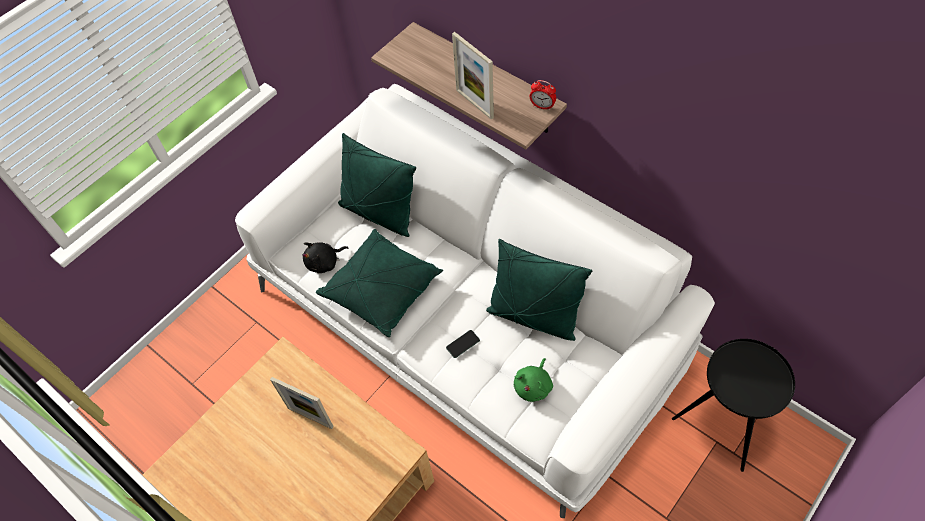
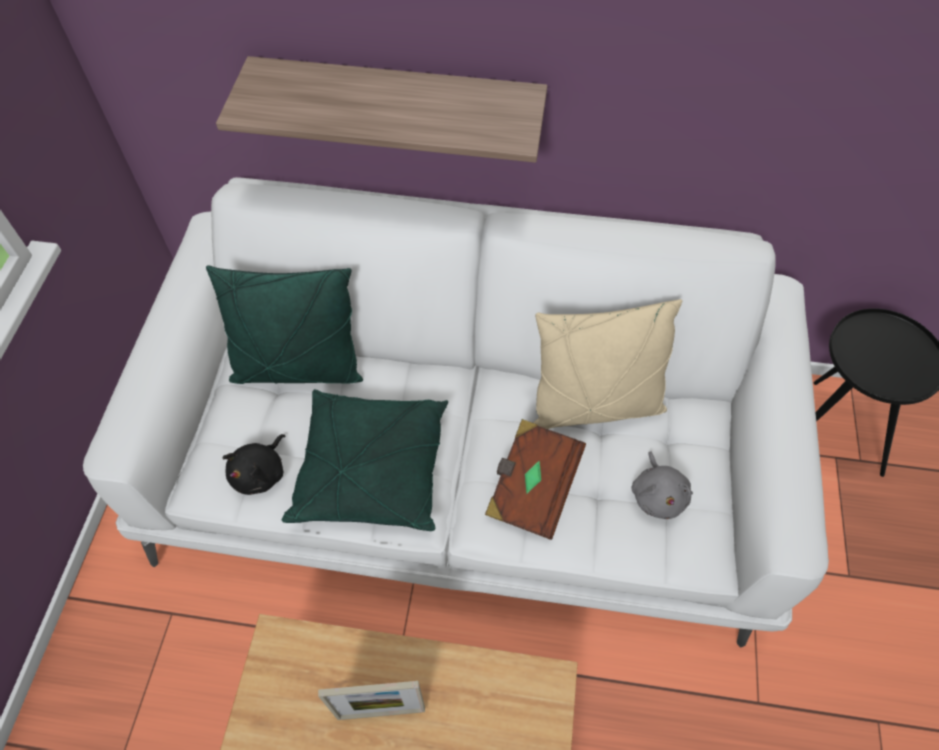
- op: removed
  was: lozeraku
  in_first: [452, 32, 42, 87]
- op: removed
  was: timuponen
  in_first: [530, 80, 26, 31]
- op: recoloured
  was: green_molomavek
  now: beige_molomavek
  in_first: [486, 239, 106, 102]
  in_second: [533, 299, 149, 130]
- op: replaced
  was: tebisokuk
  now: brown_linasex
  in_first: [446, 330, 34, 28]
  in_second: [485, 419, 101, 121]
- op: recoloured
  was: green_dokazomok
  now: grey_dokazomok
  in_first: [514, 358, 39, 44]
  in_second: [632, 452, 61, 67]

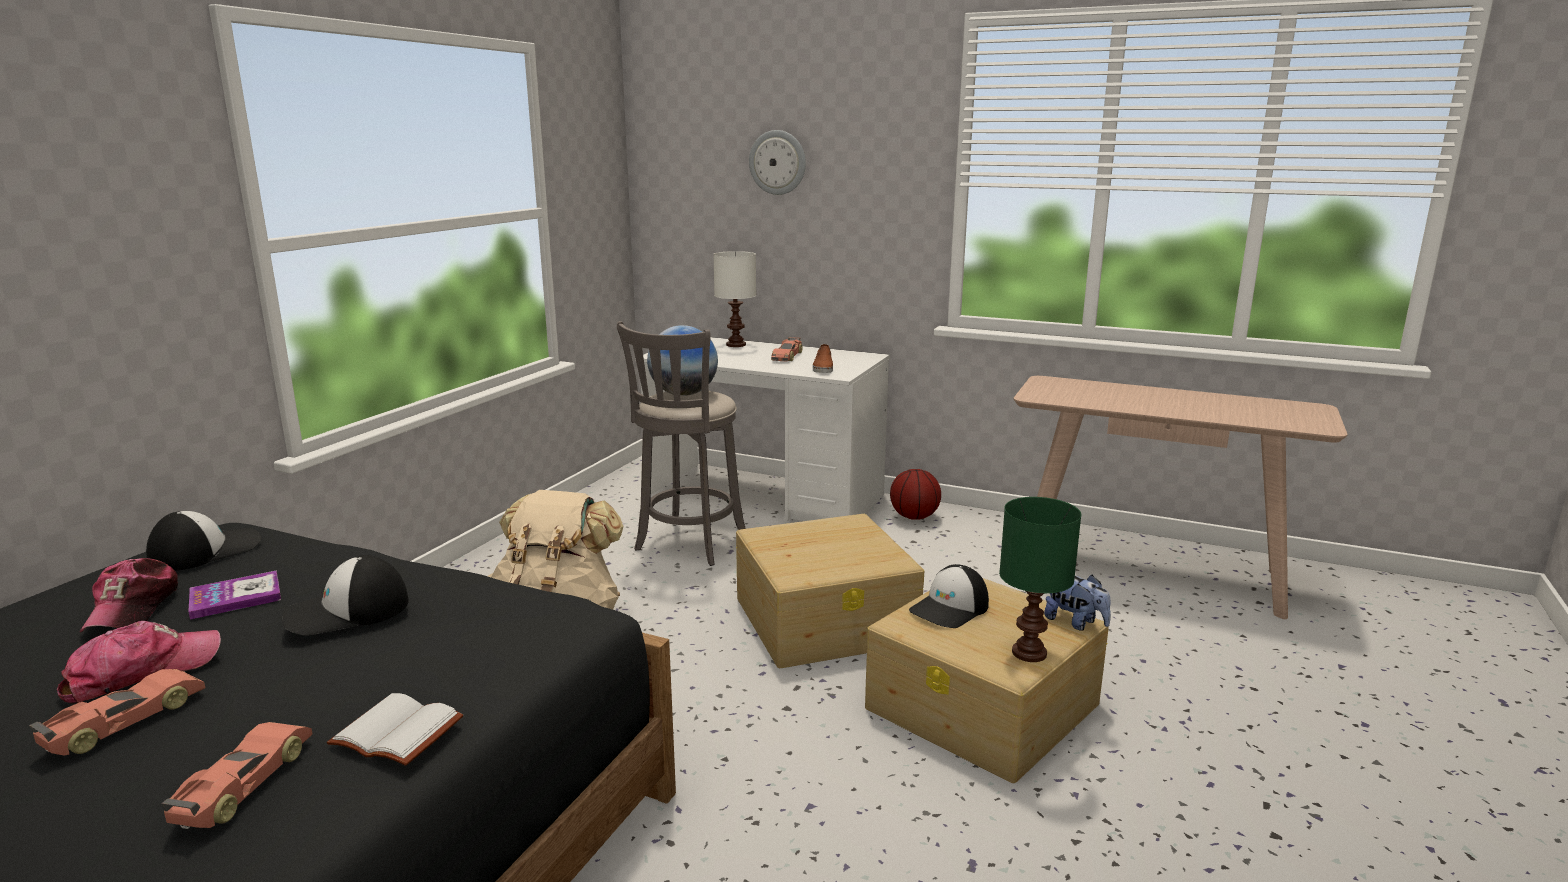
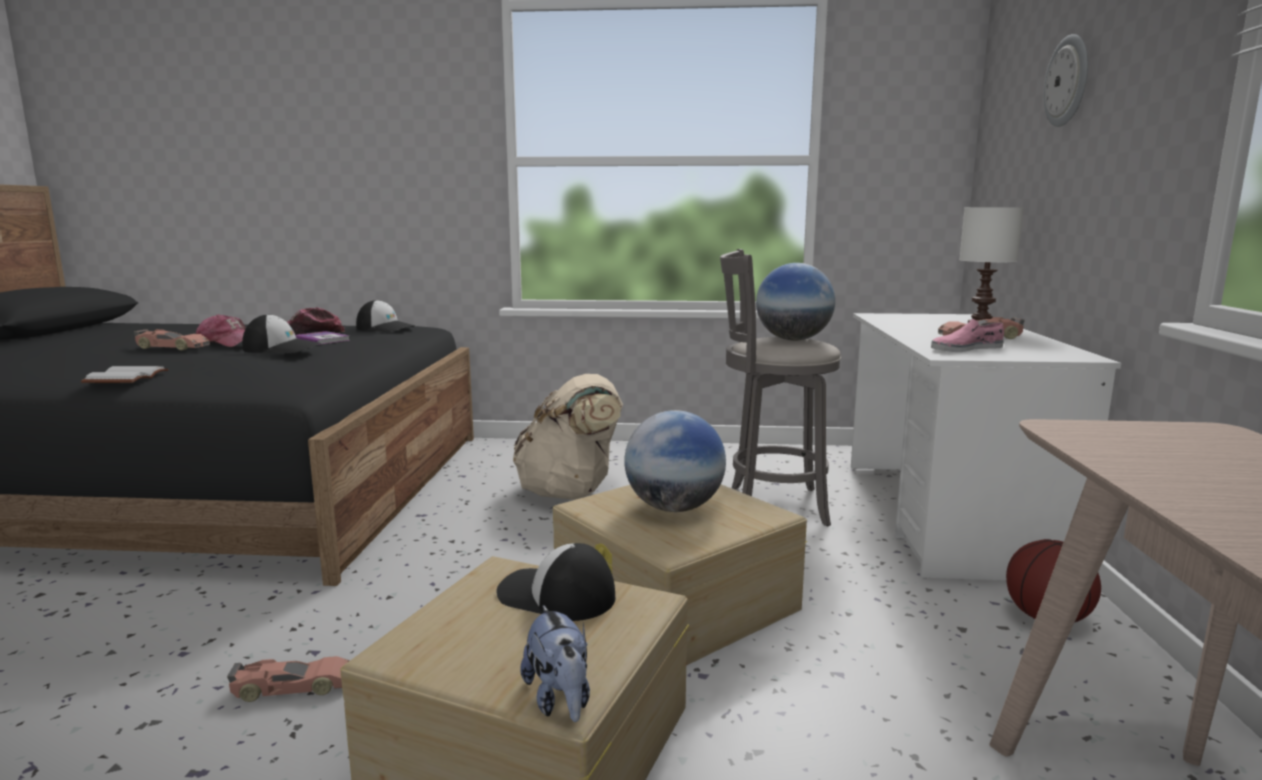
- op: recoloured
  was: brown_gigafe
  now: pink_gigafe
  in_first: [813, 344, 20, 29]
  in_second: [931, 319, 73, 33]
- op: removed
  was: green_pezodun
  in_first: [999, 497, 82, 165]
- op: turned
  was: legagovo
  in_first: [282, 555, 127, 81]
  in_second: [242, 314, 79, 39]
  clockwise: 135
- op: turned
  was: dokazomok
  in_first: [1044, 575, 67, 56]
  in_second: [520, 605, 70, 117]
  clockwise: -45
- op: moved
  was: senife
  in_first: [161, 722, 152, 107]
  in_second: [227, 656, 122, 46]
- op: added
  now: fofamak
  in_second: [624, 410, 102, 102]

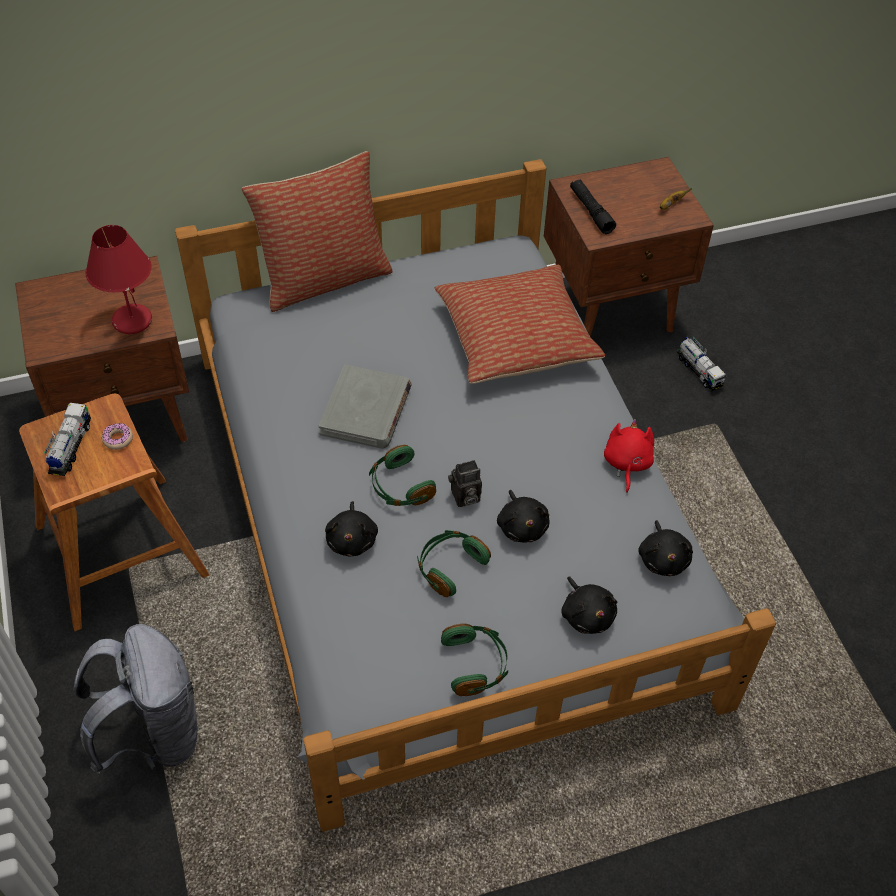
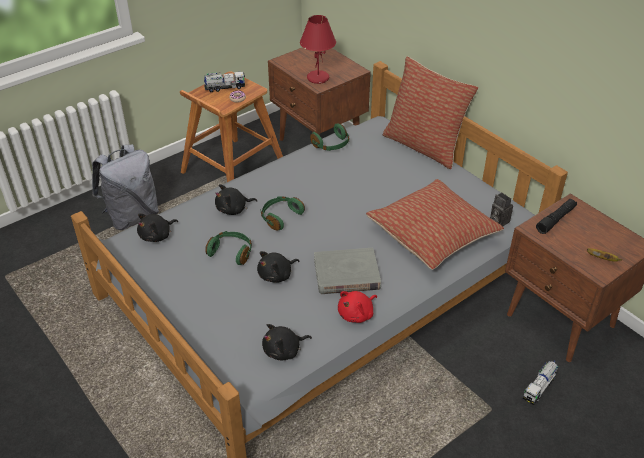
- op: moved
  was: grey_linasex
  in_first: [319, 365, 92, 84]
  in_second: [314, 248, 67, 46]
- op: turned
  was: red_dokazomok
  in_first: [604, 419, 50, 74]
  in_second: [338, 291, 39, 32]
  clockwise: 150
- op: moved
  was: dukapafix
  in_first: [448, 460, 34, 47]
  in_second: [490, 192, 23, 34]
- op: moved
  was: black_dokazomok
  in_first: [562, 576, 56, 58]
  in_second: [137, 213, 41, 29]
- op: moved
  was: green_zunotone
  in_first: [441, 624, 67, 72]
  in_second: [310, 124, 39, 27]

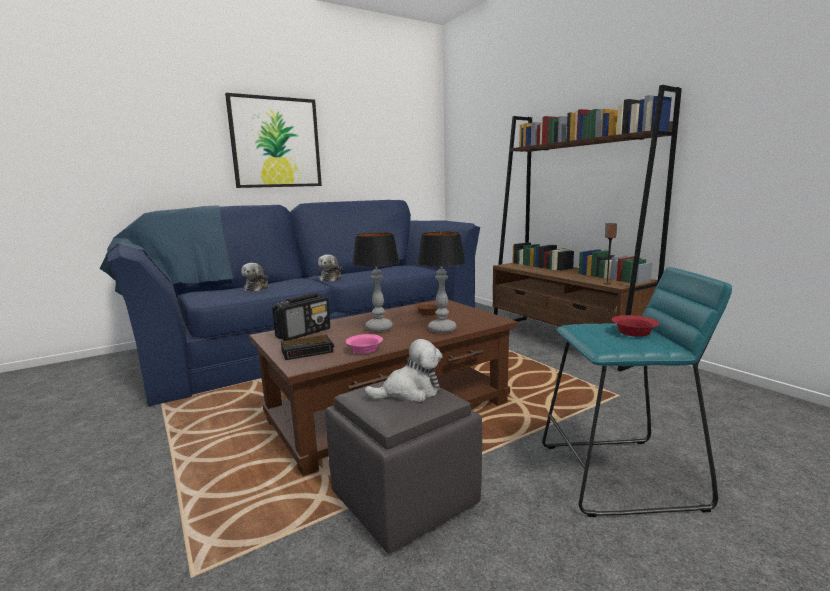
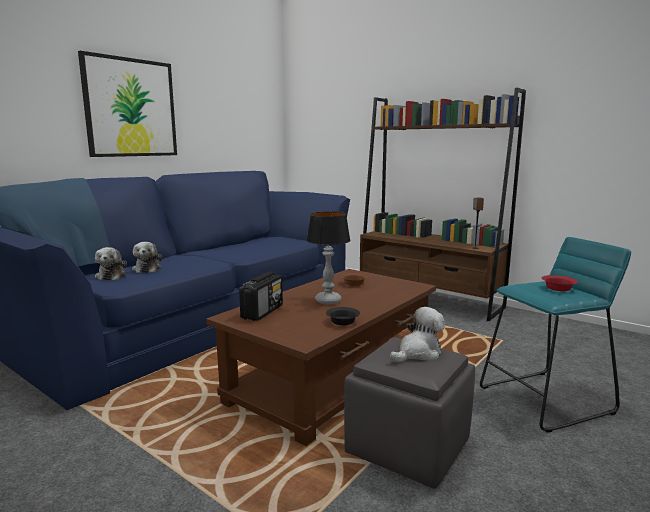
- op: removed
  was: pezodun
  in_first: [417, 232, 48, 101]
- op: moved
  was: dokazomok
  in_first: [318, 255, 24, 27]
  in_second: [95, 247, 32, 33]
- op: recoloured
  was: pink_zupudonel
  now: black_zupudonel
  in_first: [346, 334, 37, 20]
  in_second: [326, 307, 34, 18]
- op: removed
  was: timuponen
  in_first: [281, 335, 53, 25]

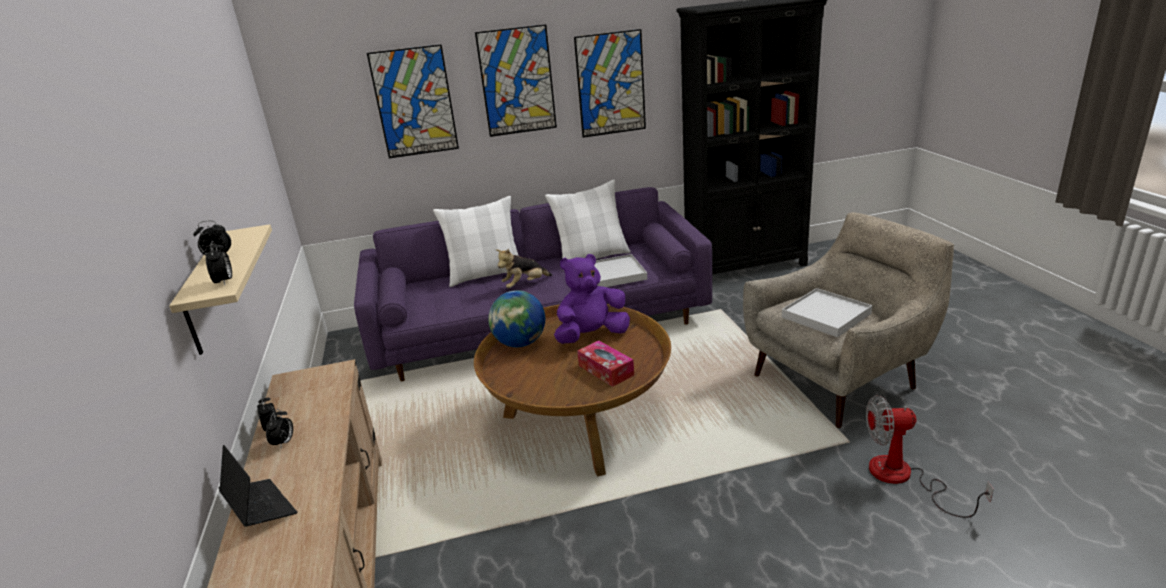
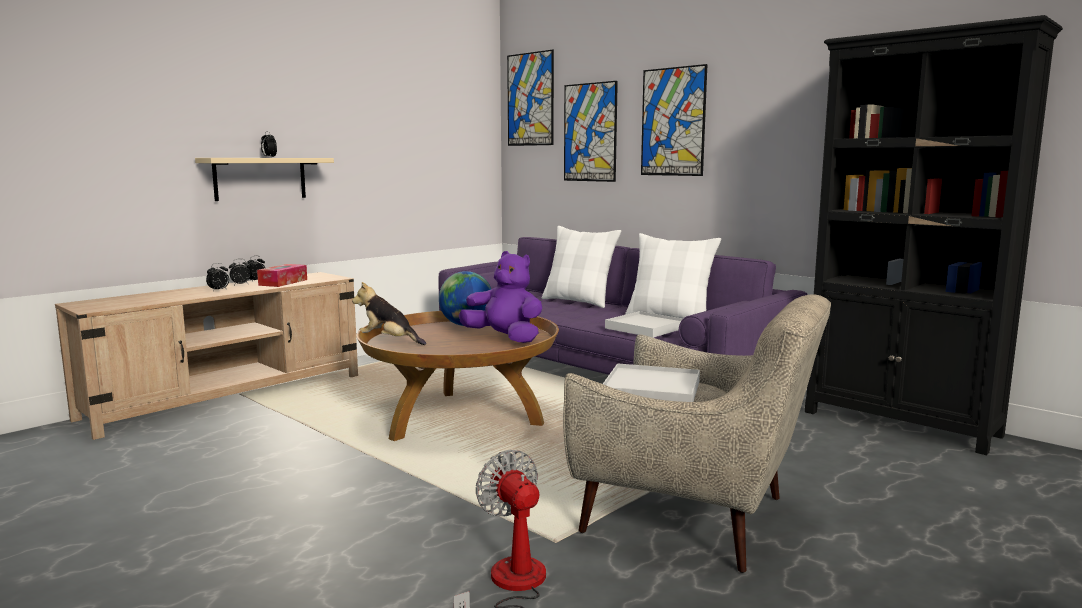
- op: moved
  was: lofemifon
  in_first: [574, 29, 72, 109]
  in_second: [507, 50, 47, 96]
- op: moved
  was: timuponen
  in_first: [206, 241, 26, 44]
  in_second: [206, 263, 23, 28]
- op: moved
  was: dokazomok
  in_first: [496, 249, 56, 39]
  in_second: [352, 282, 74, 63]
- op: moved
  was: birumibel
  in_first: [577, 341, 57, 46]
  in_second: [257, 264, 50, 23]
- op: removed
  was: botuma
  in_first: [219, 445, 78, 82]

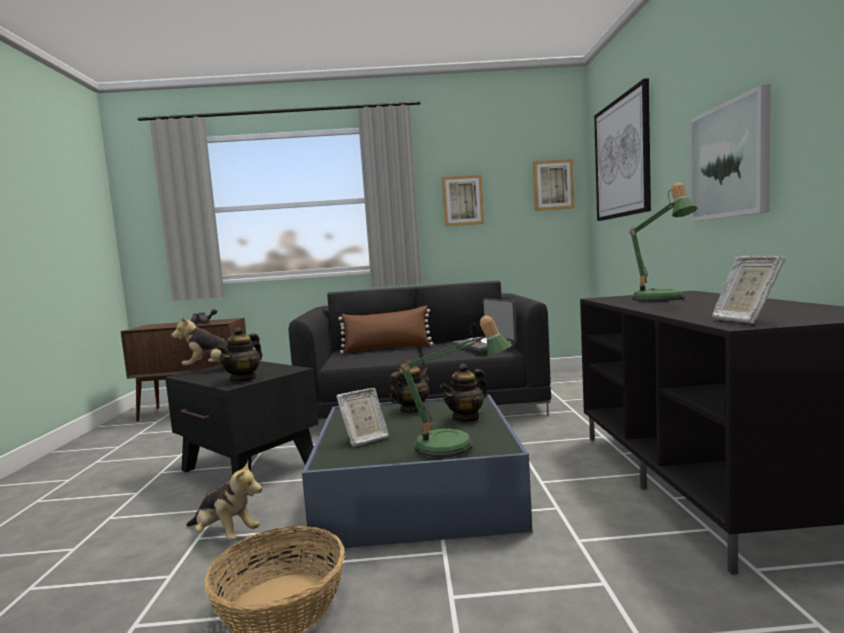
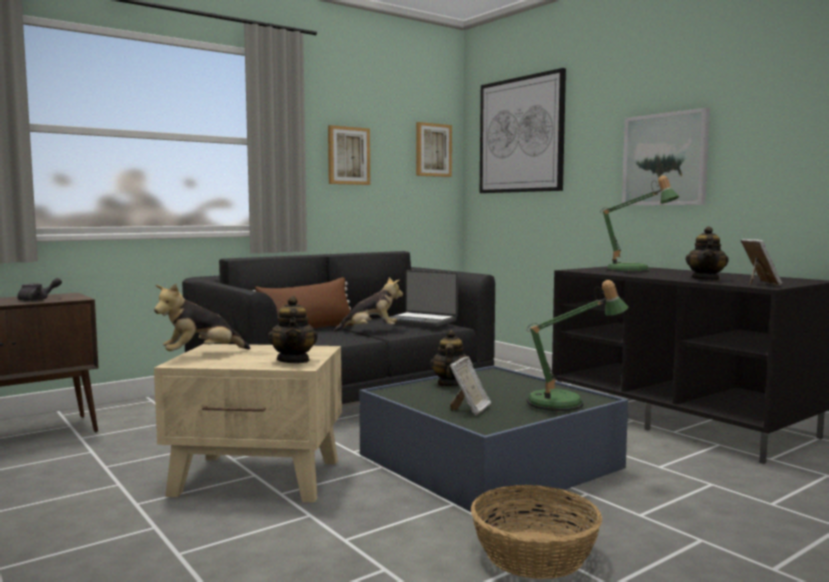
- op: turned
  was: lozeraku
  in_first: [712, 256, 74, 68]
  in_second: [740, 239, 42, 47]
  clockwise: -135
- op: recoloured
  was: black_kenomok
  now: beige_kenomok
  in_first: [165, 361, 154, 114]
  in_second: [154, 344, 188, 159]
- op: moved
  was: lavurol
  in_first: [440, 363, 47, 60]
  in_second: [685, 226, 44, 55]
- op: moved
  was: dokazomok
  in_first: [187, 460, 75, 80]
  in_second: [334, 277, 69, 55]

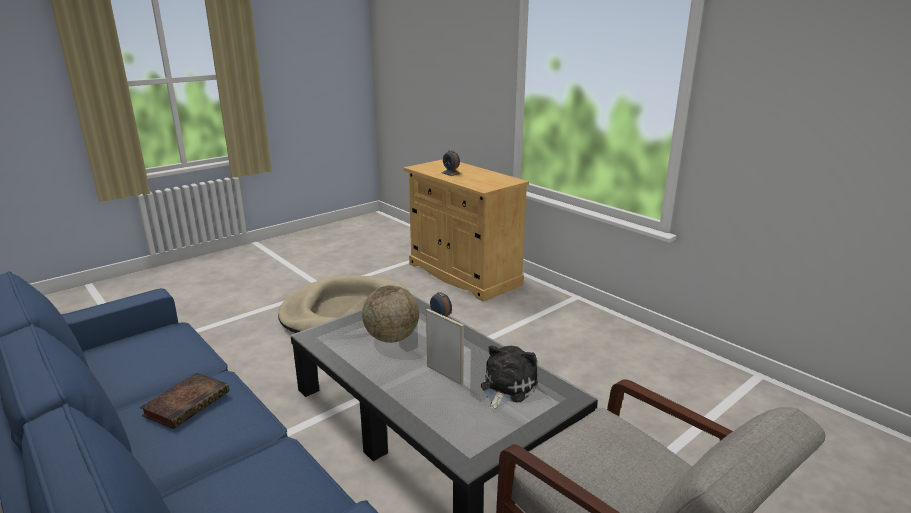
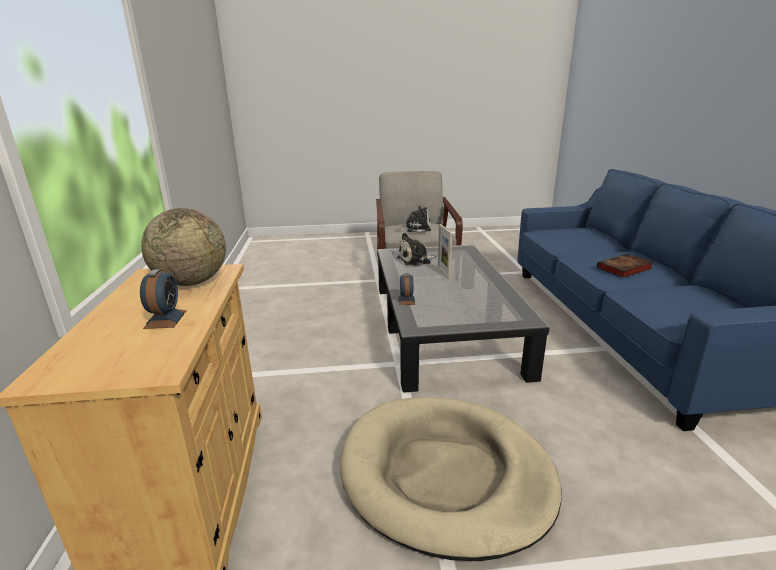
- op: moved
  was: fofamak
  in_first: [362, 285, 57, 58]
  in_second: [141, 208, 85, 78]
- op: added
  now: dokazomok
  in_second: [395, 206, 36, 27]

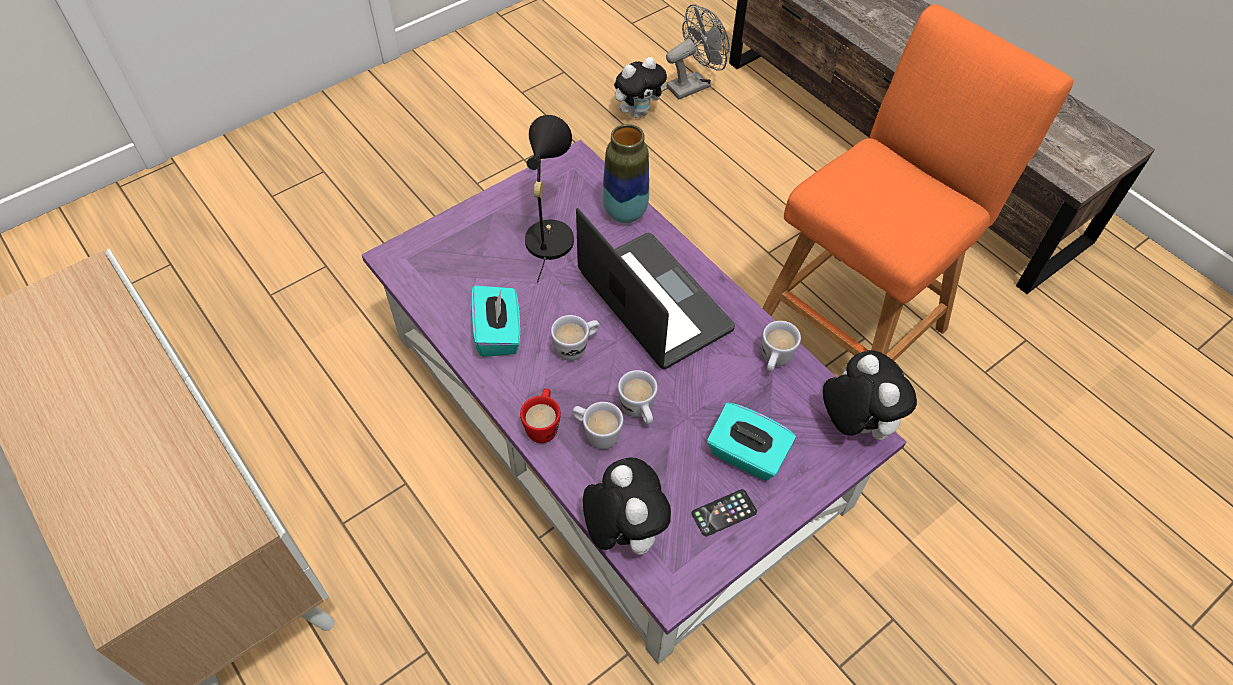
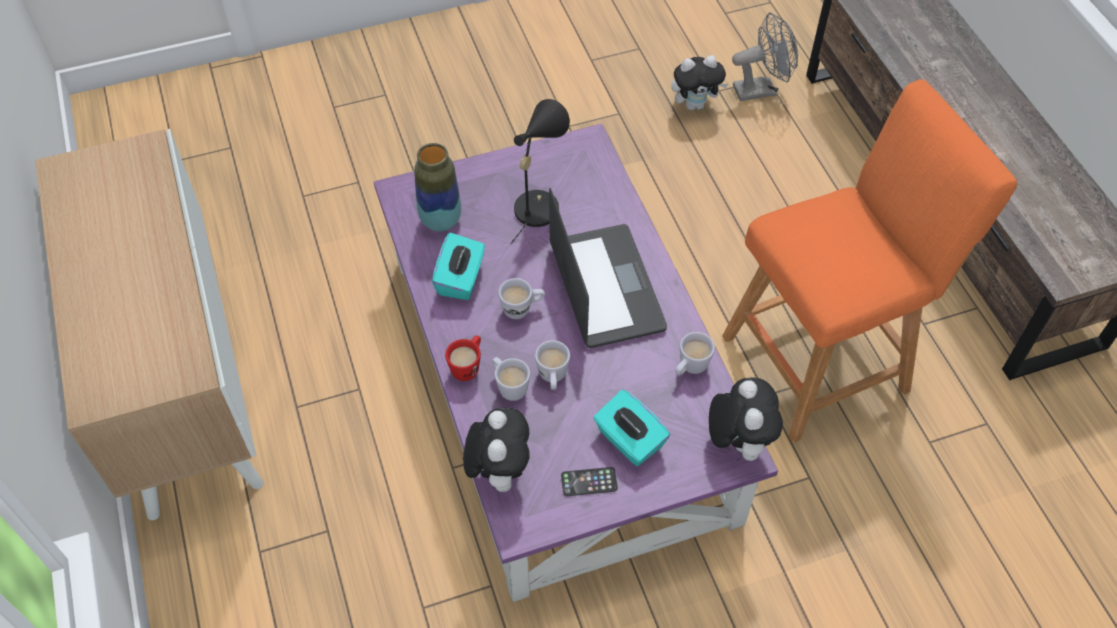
- op: moved
  was: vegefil
  in_first: [603, 124, 46, 99]
  in_second: [414, 143, 47, 89]

